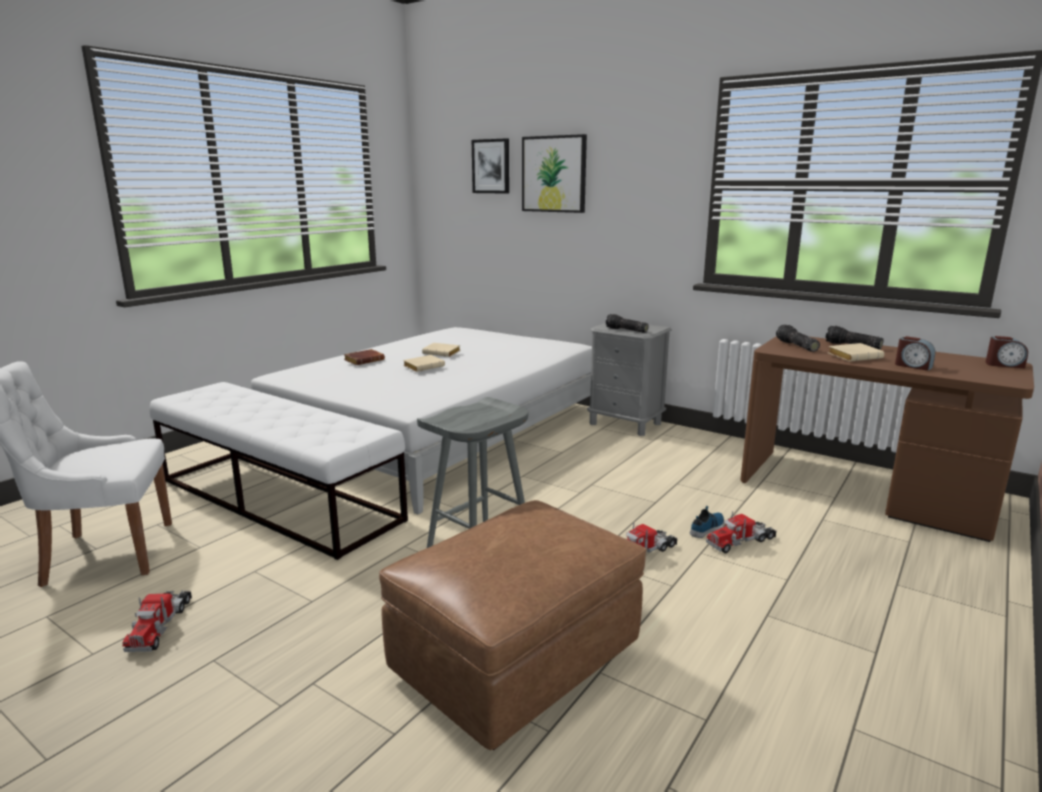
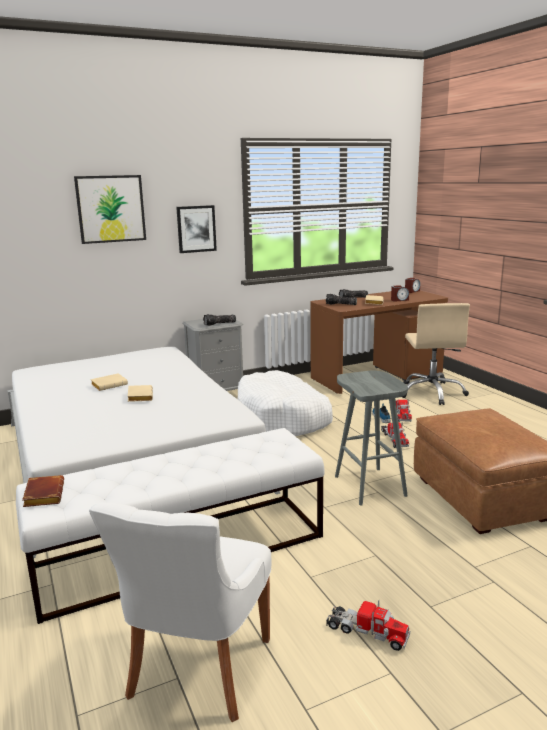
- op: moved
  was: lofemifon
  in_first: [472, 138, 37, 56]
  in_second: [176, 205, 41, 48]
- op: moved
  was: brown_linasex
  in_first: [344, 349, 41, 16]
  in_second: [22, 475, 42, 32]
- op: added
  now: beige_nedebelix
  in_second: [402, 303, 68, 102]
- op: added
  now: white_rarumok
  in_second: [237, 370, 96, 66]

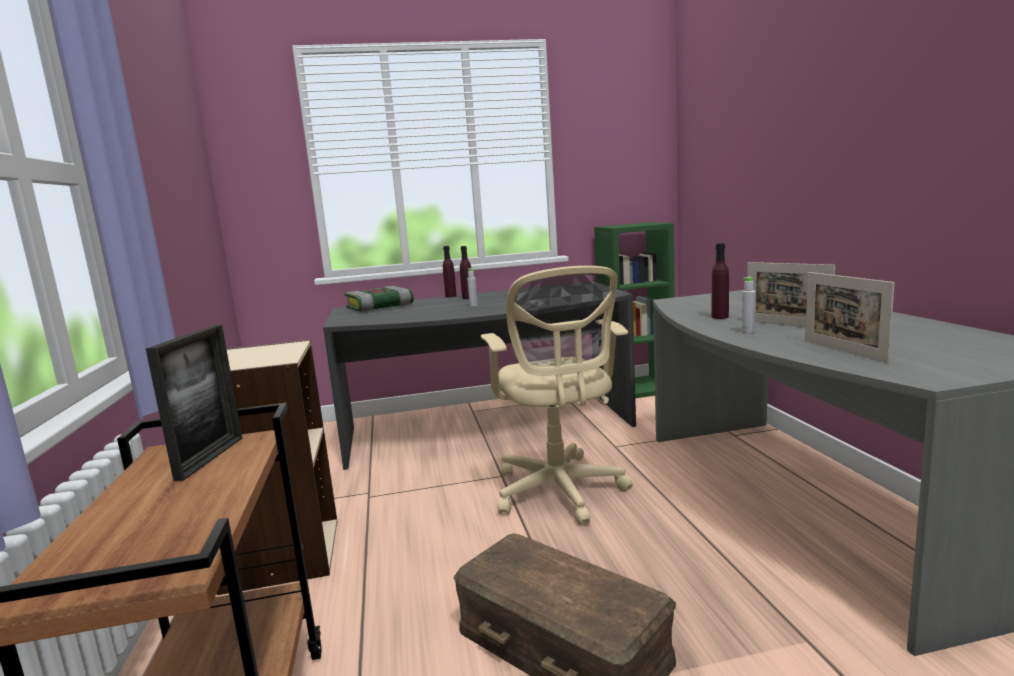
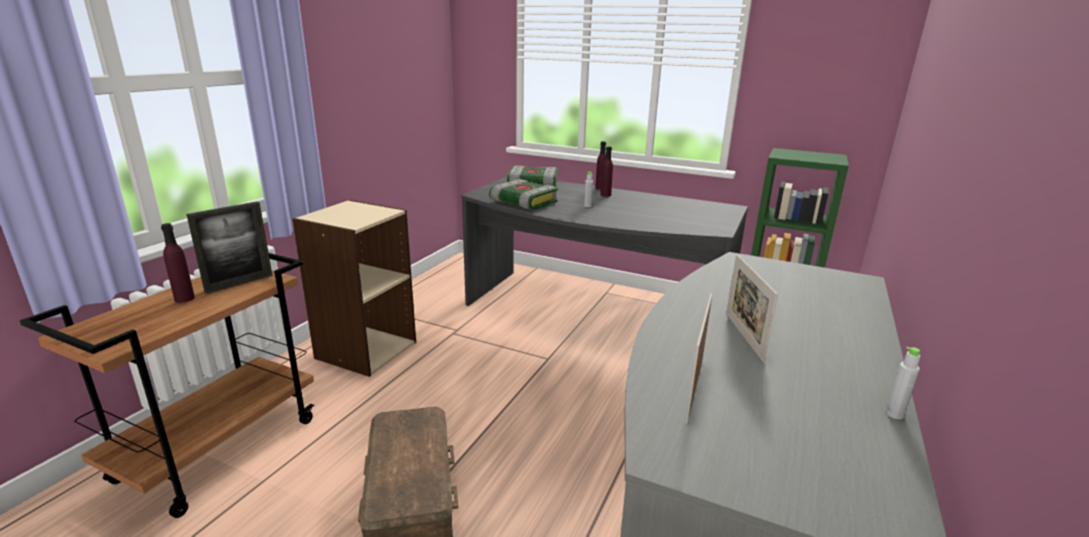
- op: moved
  was: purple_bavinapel
  in_first: [711, 243, 18, 76]
  in_second: [161, 223, 34, 80]
- op: removed
  was: beige_nedebelix
  in_first: [481, 266, 152, 259]
- op: moved
  was: grey_bavinapel
  in_first: [742, 277, 13, 56]
  in_second: [885, 347, 35, 72]
- op: added
  now: linasex
  in_second: [489, 179, 69, 31]

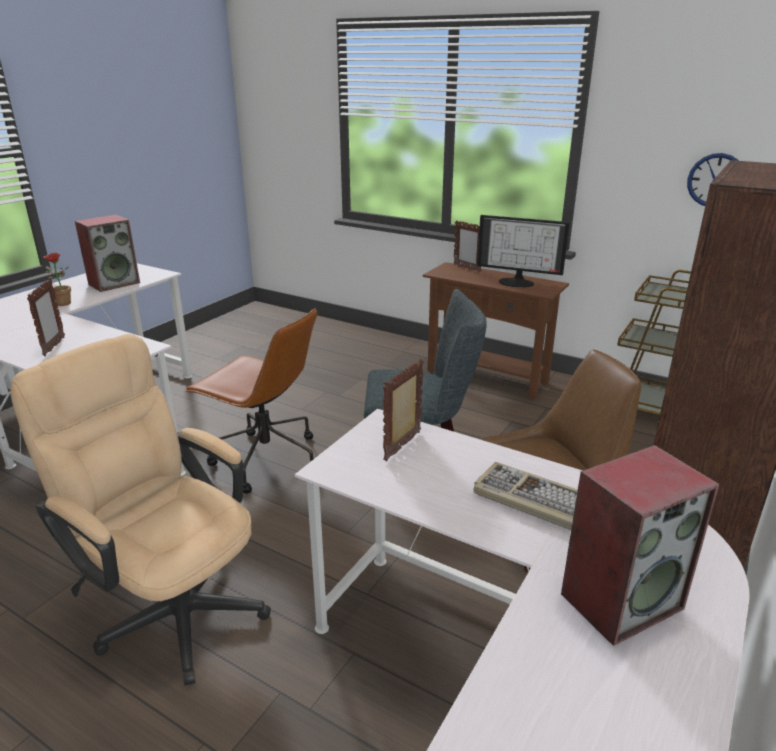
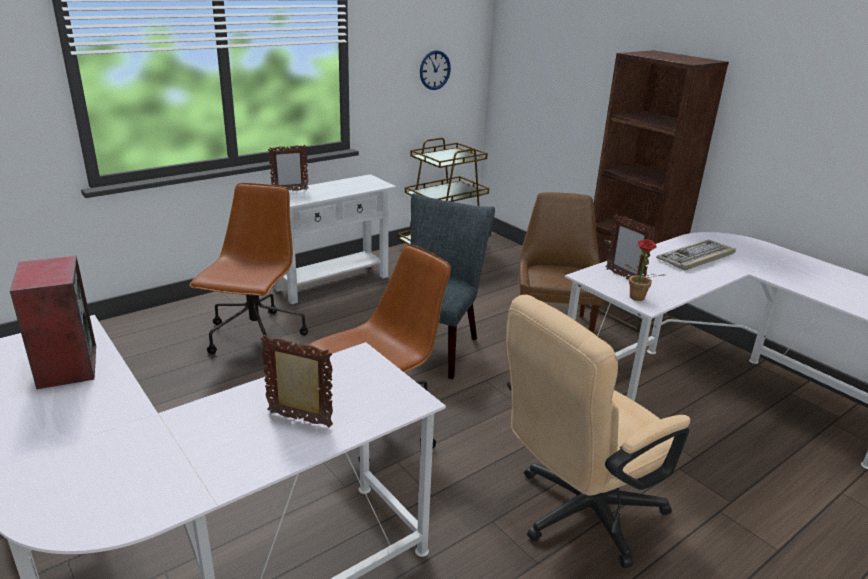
- op: removed
  was: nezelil
  in_first: [477, 215, 93, 73]
- op: moved
  was: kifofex
  in_first: [43, 253, 28, 53]
  in_second: [624, 240, 39, 61]
- op: recoloured
  was: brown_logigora
  now: white_logigora
  in_first: [423, 262, 146, 137]
  in_second: [274, 174, 122, 130]
- op: removed
  was: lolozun
  in_first: [561, 445, 158, 201]
- op: added
  now: brown_nedebelix
  in_second: [189, 183, 120, 171]

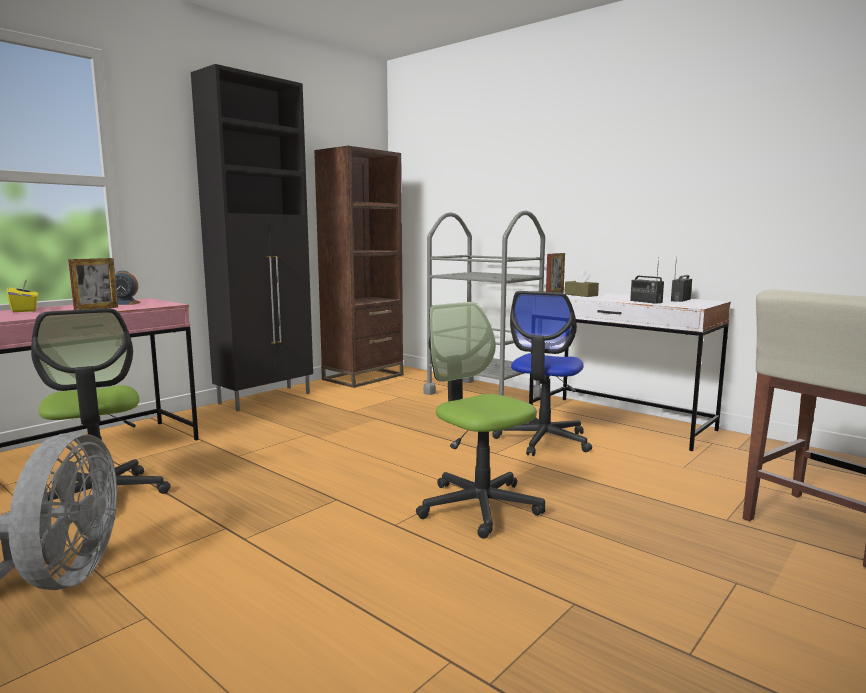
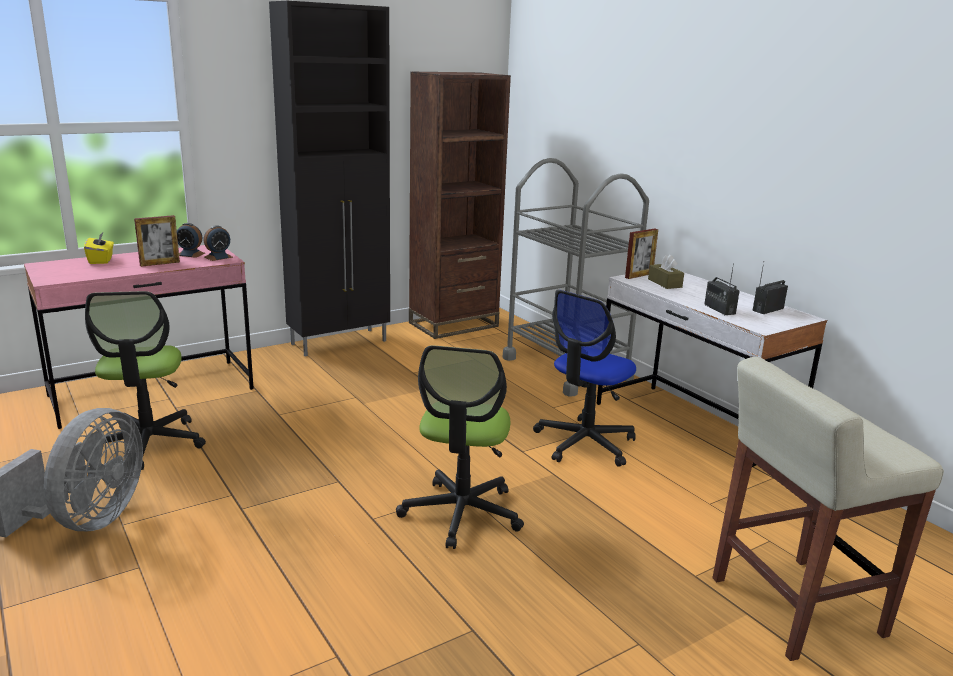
- op: turned
  was: nedebelix
  in_first: [416, 302, 129, 236]
  in_second: [396, 345, 128, 204]
  clockwise: -150
- op: added
  now: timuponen
  in_second: [203, 225, 30, 36]

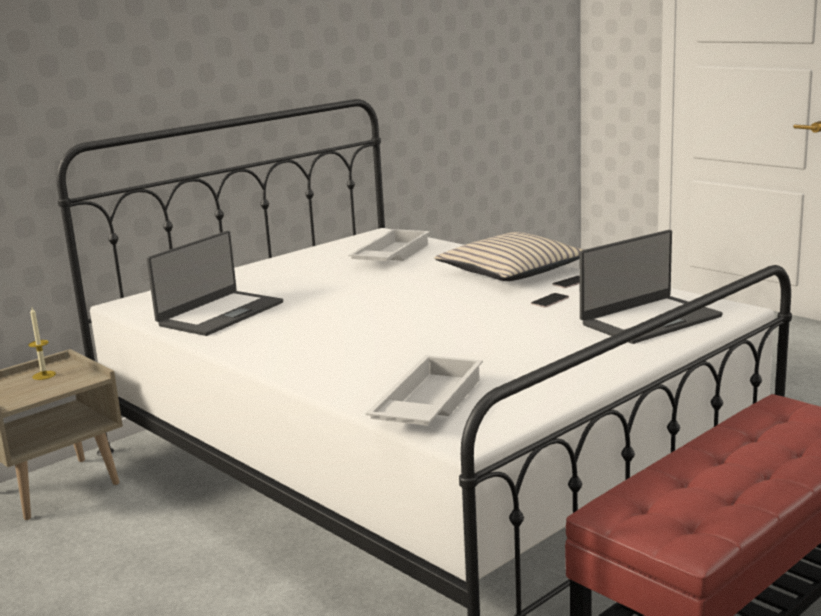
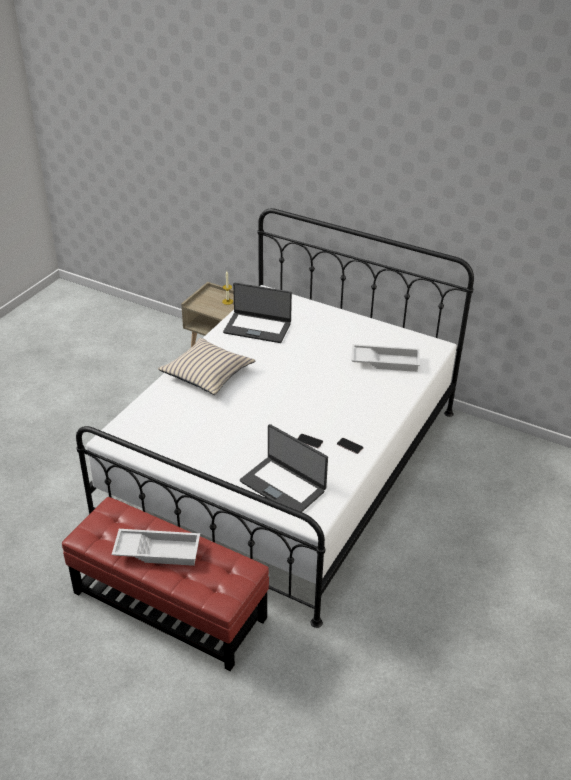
- op: moved
  was: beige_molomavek
  in_first: [434, 232, 150, 49]
  in_second: [158, 338, 98, 57]
- op: moved
  was: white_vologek
  in_first: [366, 355, 117, 71]
  in_second: [112, 529, 88, 37]

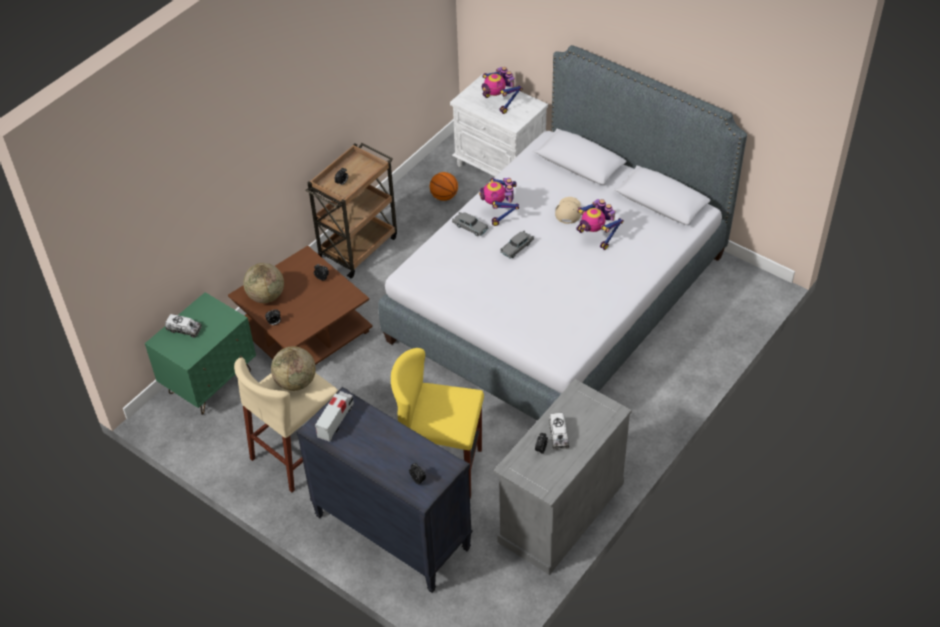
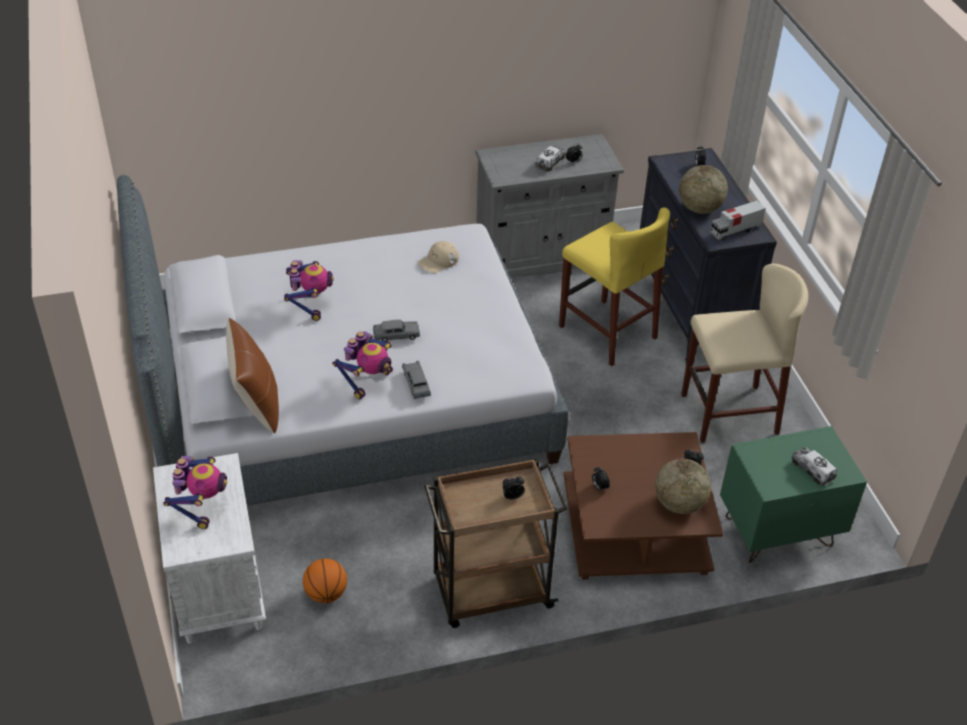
- op: moved
  was: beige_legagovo
  in_first: [555, 197, 26, 27]
  in_second: [418, 241, 41, 32]
- op: moved
  was: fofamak
  in_first: [271, 346, 45, 45]
  in_second: [679, 165, 49, 49]
- op: added
  now: brown_molomavek
  in_second: [226, 318, 53, 115]

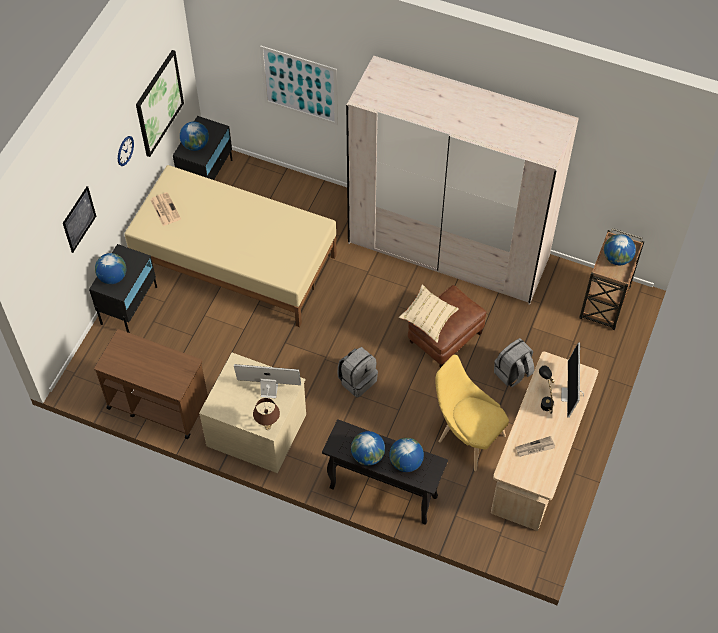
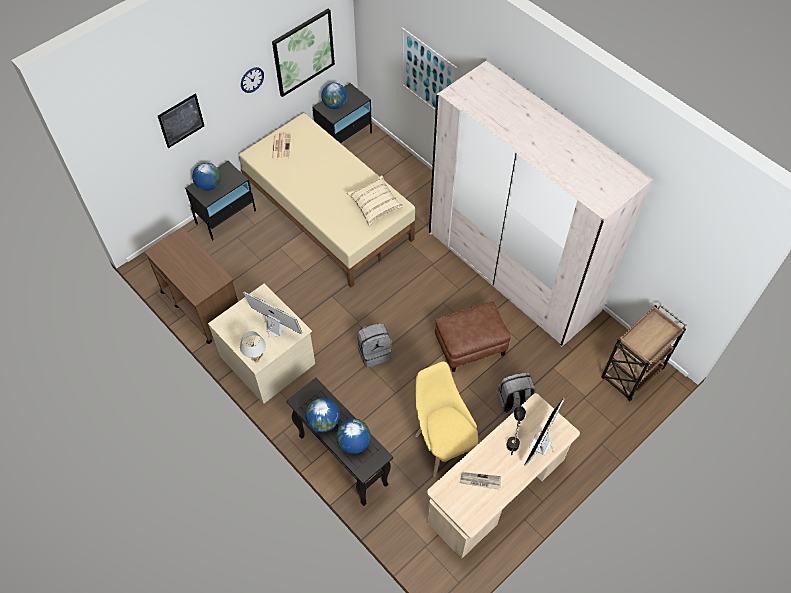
- op: removed
  was: fofamak
  in_first: [604, 234, 32, 31]
- op: moved
  was: beige_molomavek
  in_first: [399, 285, 60, 58]
  in_second: [347, 175, 57, 51]
- op: recoloured
  was: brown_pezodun
  now: white_pezodun
  in_first: [253, 398, 27, 32]
  in_second: [240, 331, 26, 31]

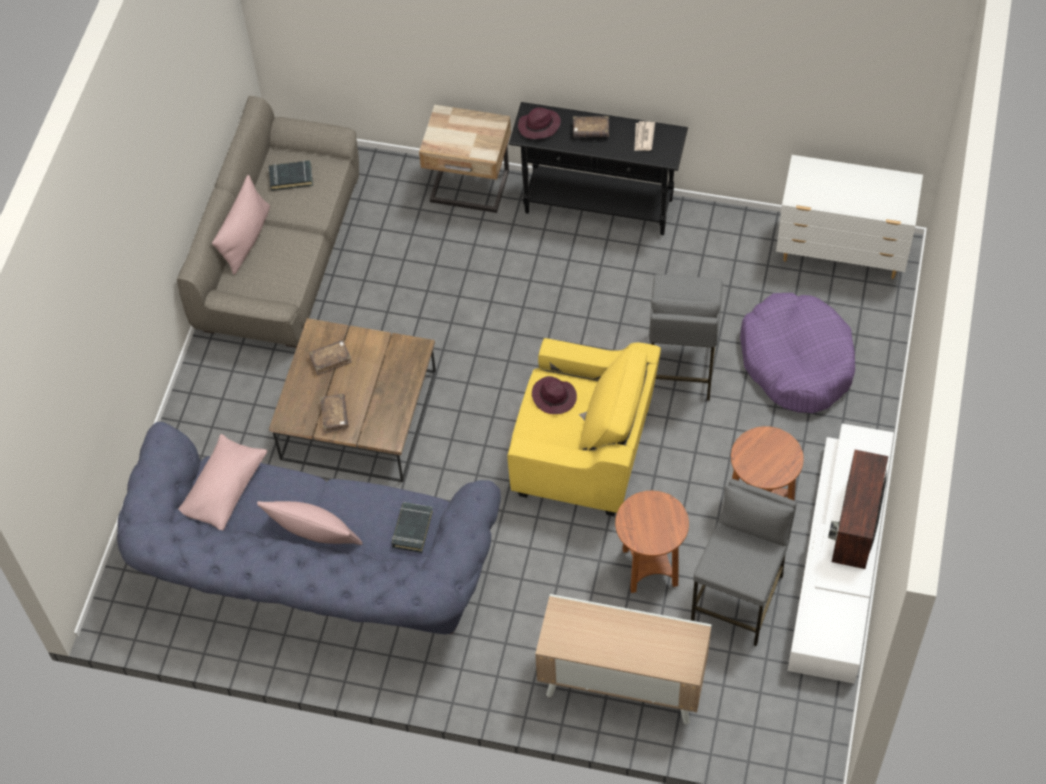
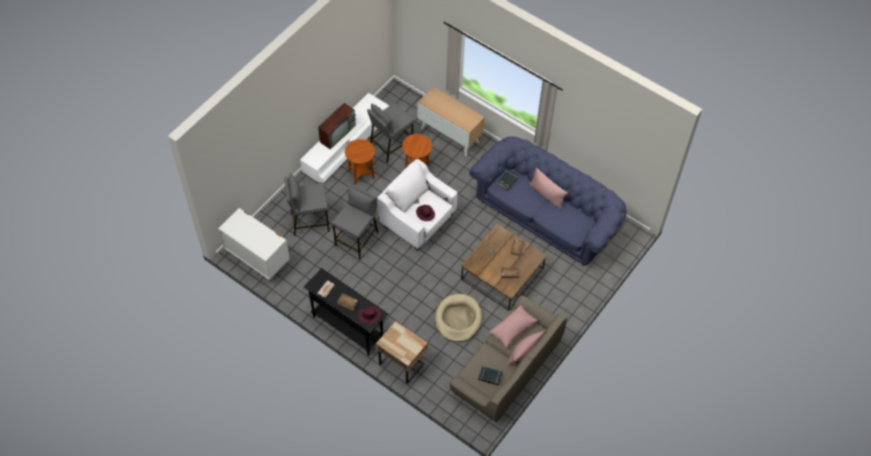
- op: replaced
  was: purple_rarumok
  now: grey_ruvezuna
  in_first: [740, 293, 115, 120]
  in_second: [284, 173, 45, 63]
- op: recoloured
  was: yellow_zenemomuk
  now: white_zenemomuk
  in_first: [507, 338, 154, 178]
  in_second: [377, 159, 81, 91]
- op: moved
  was: pink_molomavek
  in_first: [178, 434, 90, 96]
  in_second: [489, 305, 49, 42]
- op: added
  now: beige_rarumok
  in_second: [435, 294, 47, 48]

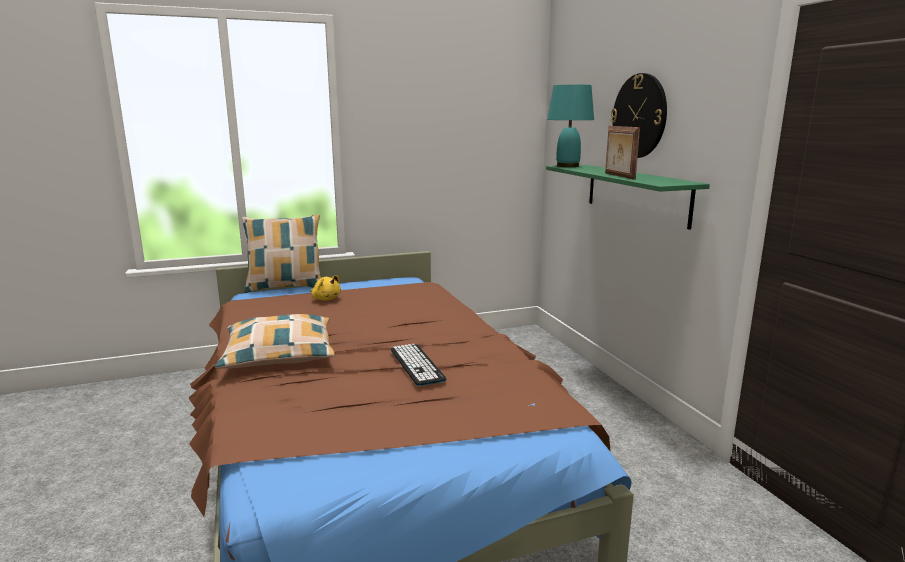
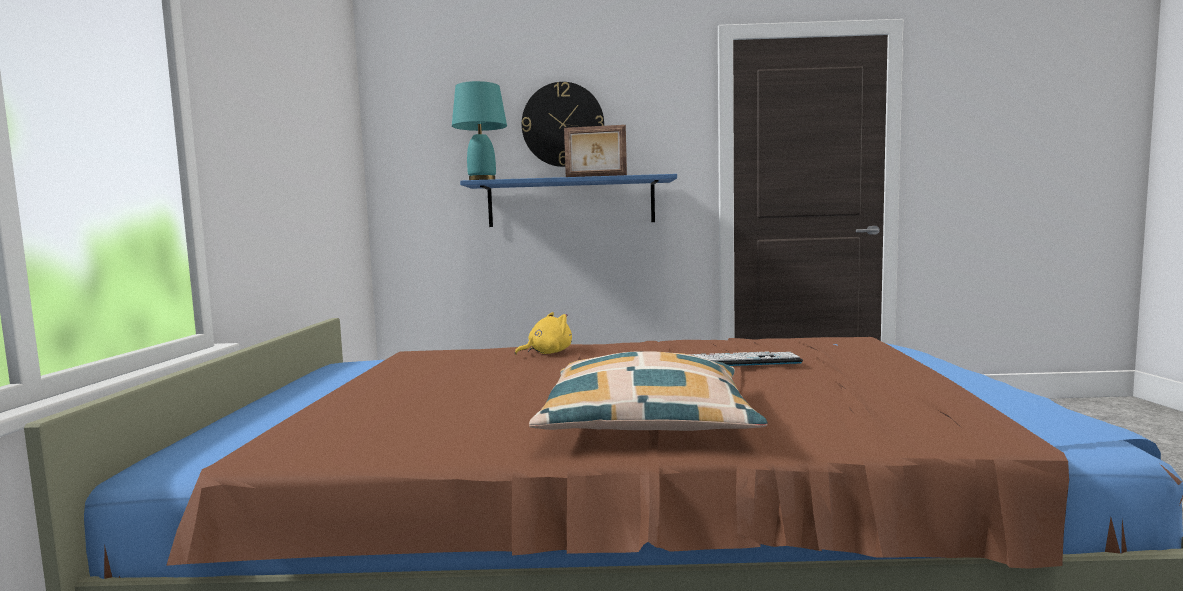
- op: recoloured
  was: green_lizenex
  now: blue_lizenex
  in_first: [546, 165, 164, 65]
  in_second: [460, 174, 217, 53]
- op: removed
  was: molomavek
  in_first: [242, 215, 79, 78]
- op: moved
  was: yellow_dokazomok
  in_first: [310, 275, 31, 26]
  in_second: [515, 312, 57, 43]

